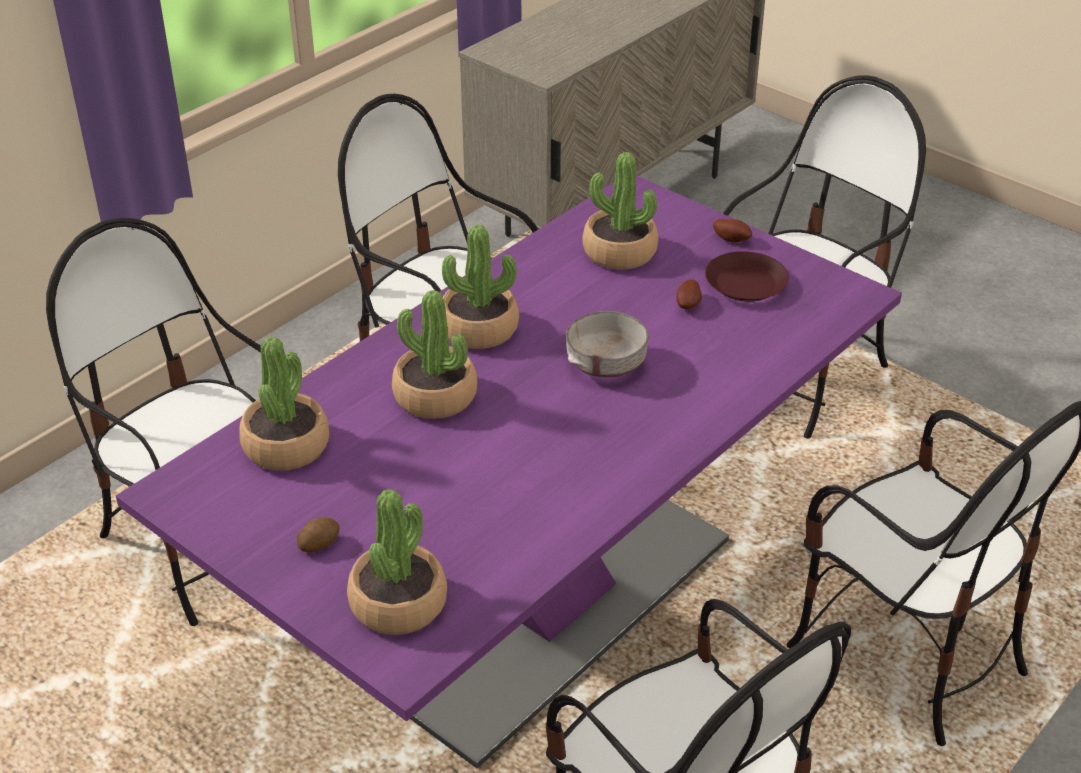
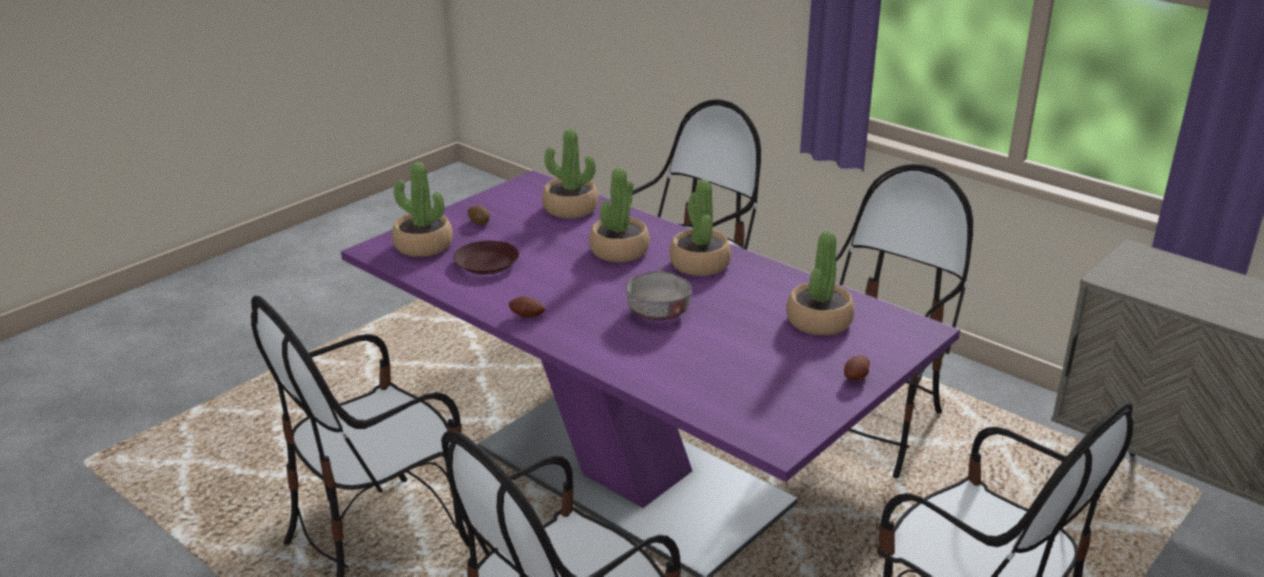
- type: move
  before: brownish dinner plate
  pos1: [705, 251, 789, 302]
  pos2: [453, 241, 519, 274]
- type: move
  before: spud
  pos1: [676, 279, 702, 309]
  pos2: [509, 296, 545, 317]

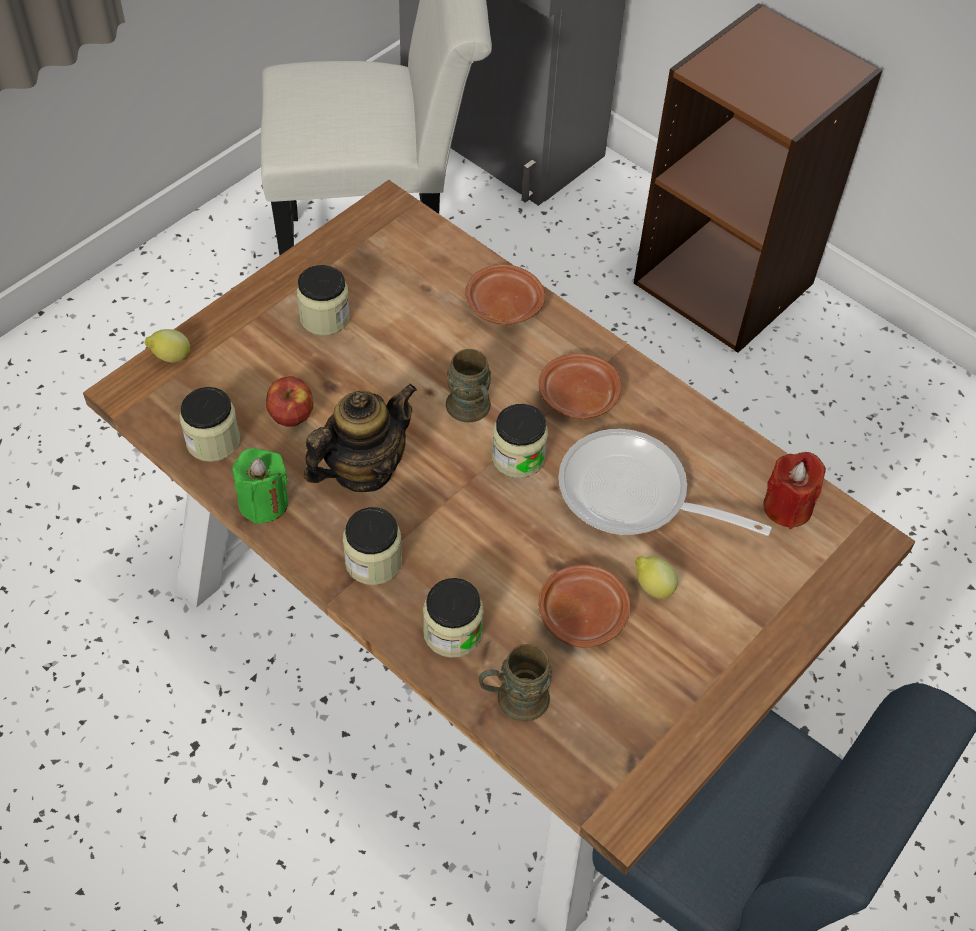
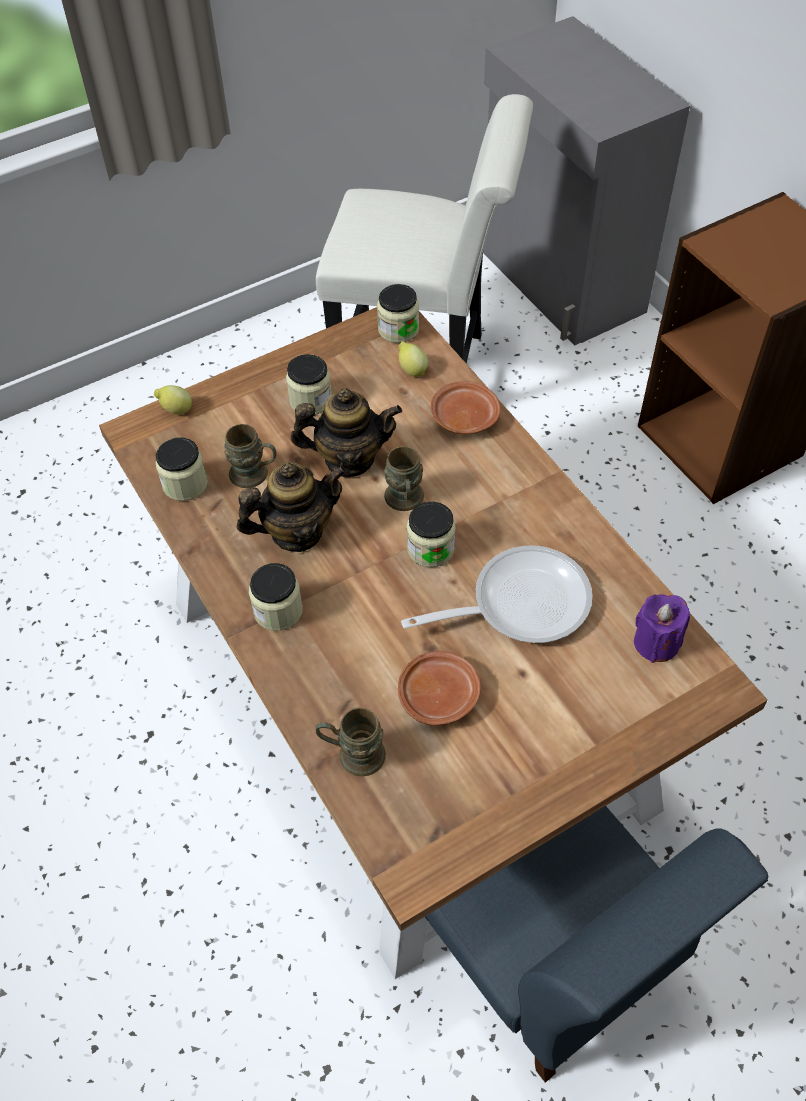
- type: replace
  before: whole apple
  after: brownish mug
  pos1: [266, 376, 314, 427]
  pos2: [224, 424, 276, 488]
- type: insert
  after: teapot
  pos2: [291, 388, 402, 477]
- type: move
  before: preserve jar
  pos1: [423, 578, 484, 658]
  pos2: [377, 284, 419, 343]
- type: move
  before: lemon
  pos1: [635, 556, 678, 599]
  pos2: [398, 341, 428, 377]
- type: rotate
  before: skillet
  pos1: [558, 429, 772, 536]
  pos2: [401, 545, 592, 643]
  turn: 120
- type: recolor
  before: red wax light
  after: purple wax light
  pos1: [763, 452, 826, 529]
  pos2: [634, 594, 690, 663]
- type: delete
  before: green-coloured wax light
  pos1: [232, 448, 288, 524]
- type: delete
  before: brownish dinner plate
  pos1: [538, 353, 621, 419]

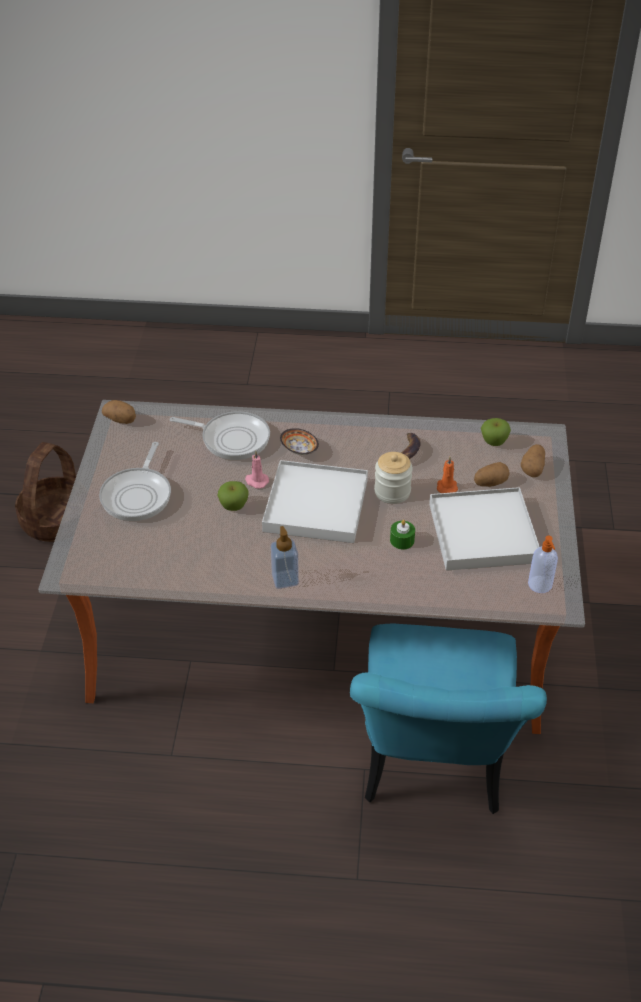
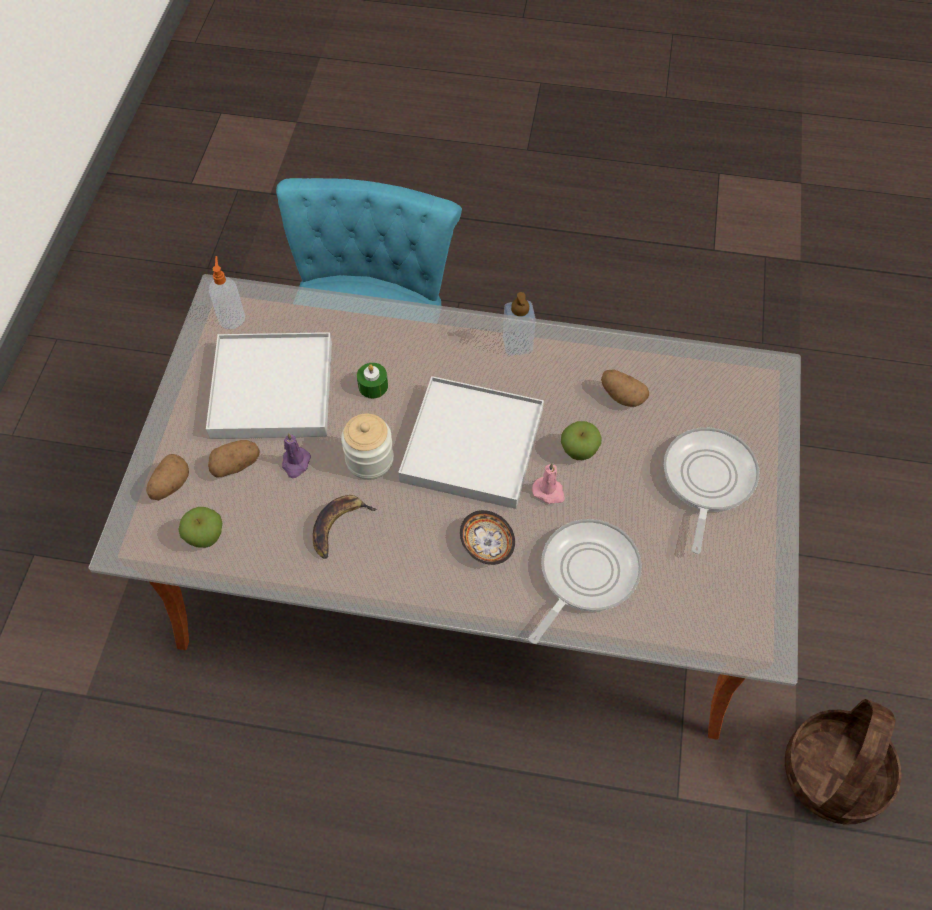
- type: recolor
  before: orangey wax light
  after: purple wax light
  pos1: [437, 457, 458, 493]
  pos2: [282, 433, 311, 478]
- type: rotate
  before: skillet
  pos1: [170, 411, 270, 460]
  pos2: [529, 519, 642, 644]
  turn: 105
- type: move
  before: spud
  pos1: [102, 400, 136, 424]
  pos2: [601, 370, 649, 407]

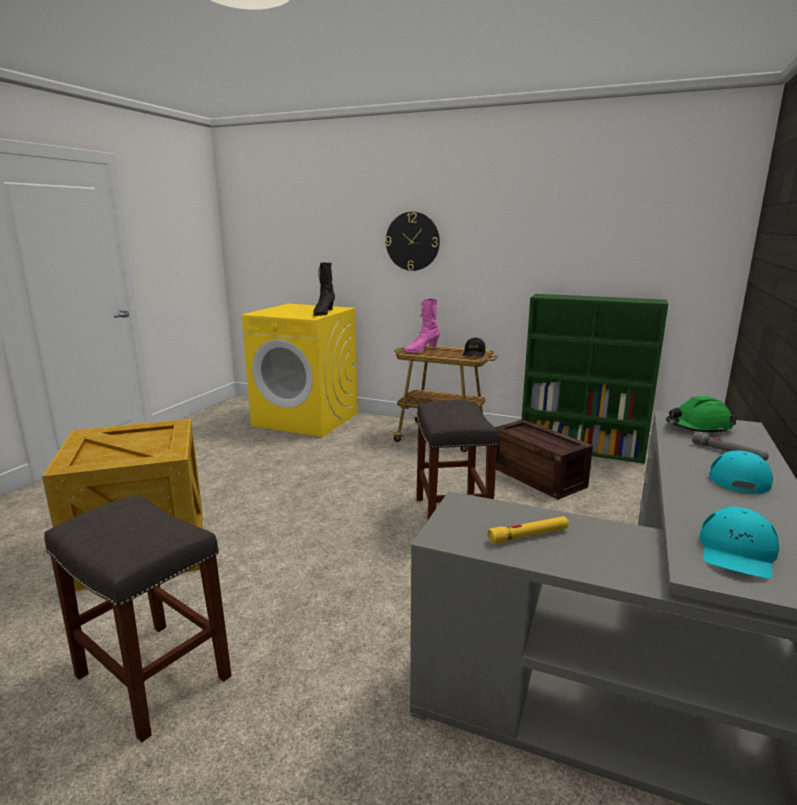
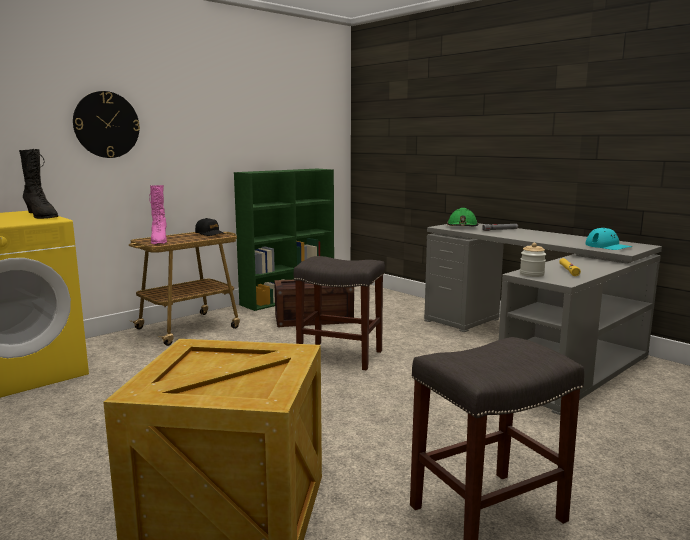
- type: insert
  after: preserve jar
  pos2: [520, 243, 546, 277]
- type: delete
  before: turquoise-coloured cap
  pos1: [709, 451, 773, 494]

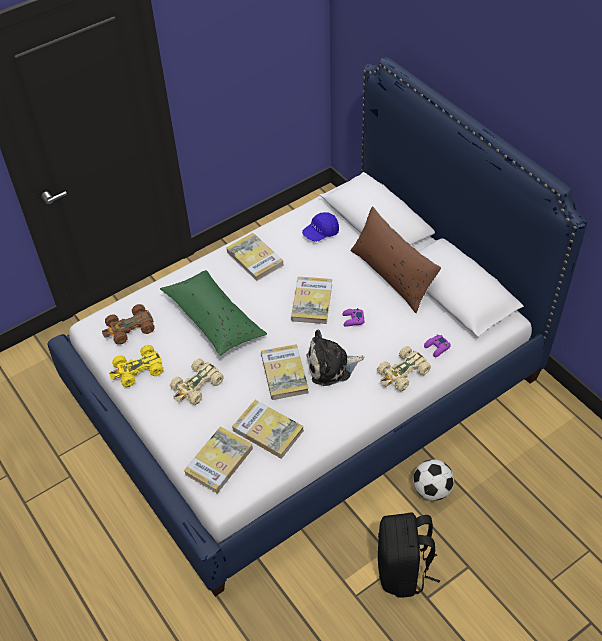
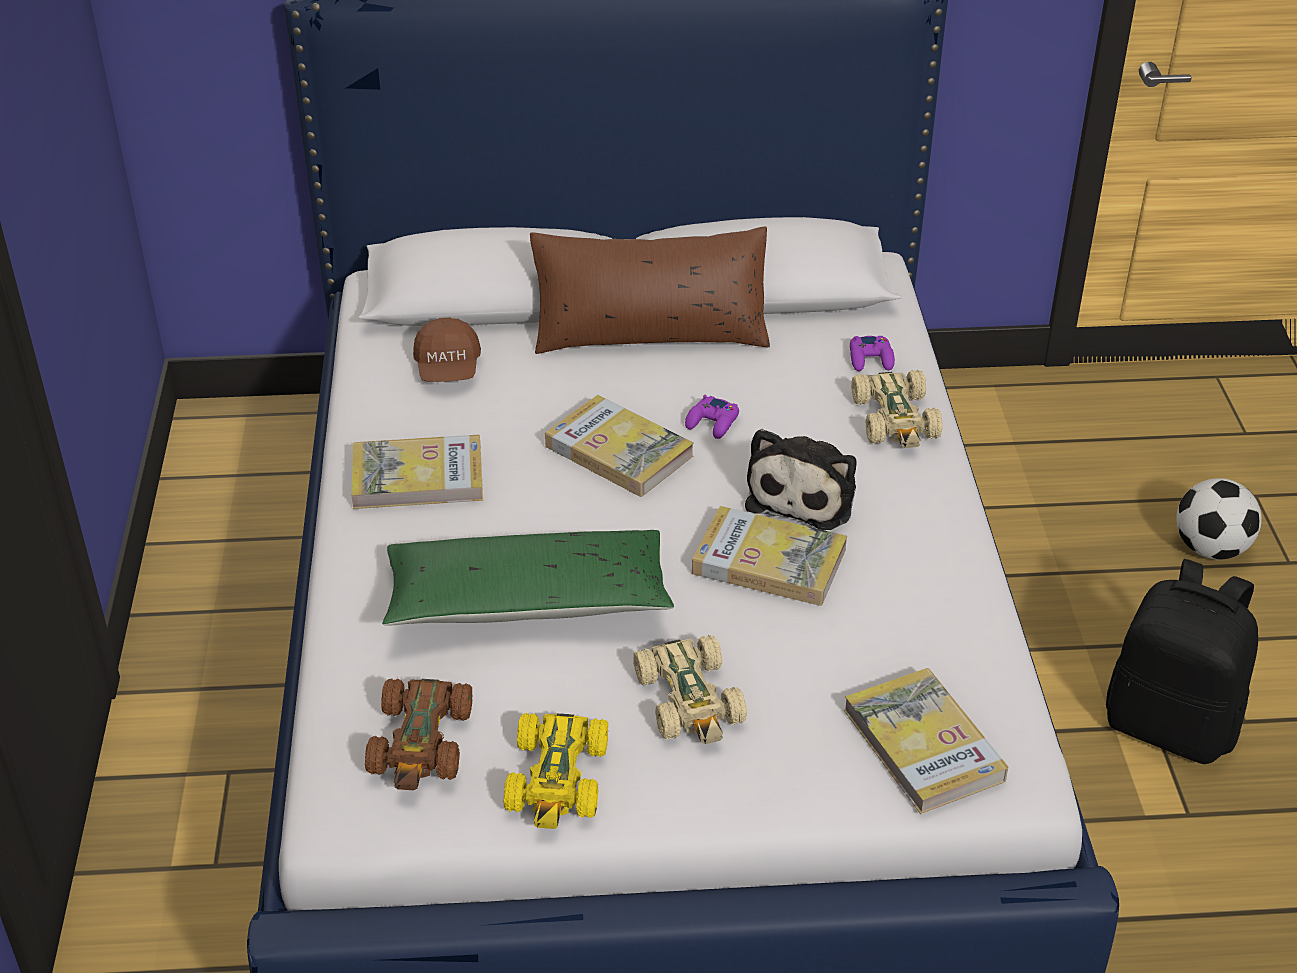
- type: recolor
  before: blue-coloured cap
  after: brownish cap
  pos1: [302, 212, 339, 242]
  pos2: [413, 317, 481, 382]
- type: move
  before: ball for football
  pos1: [413, 459, 454, 501]
  pos2: [1176, 478, 1262, 559]
- type: delete
  before: book
  pos1: [232, 400, 304, 459]

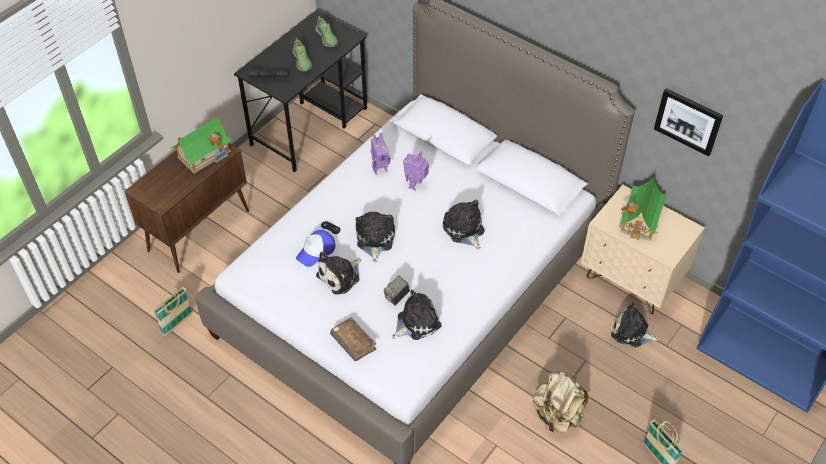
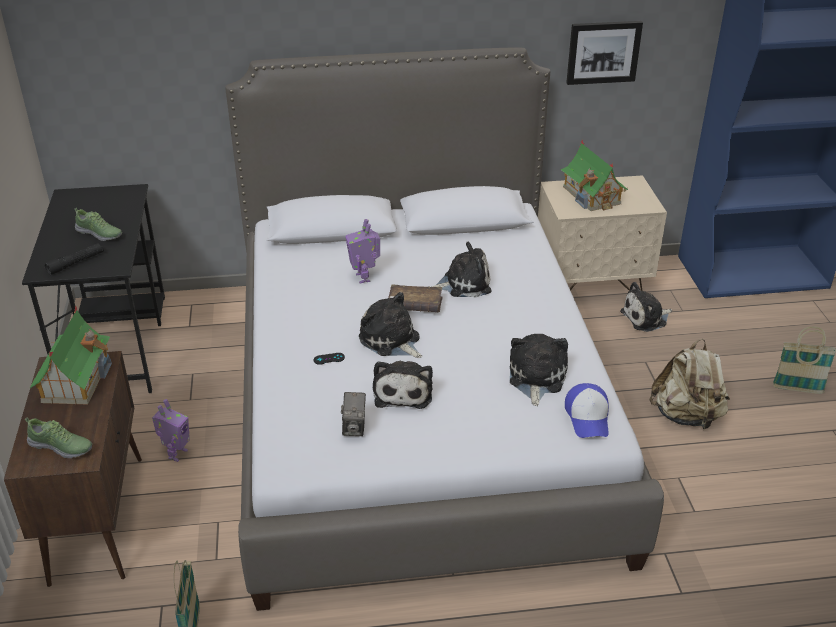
- type: move
  before: low shoe
  pos1: [315, 16, 338, 47]
  pos2: [25, 417, 92, 458]
- type: move
  before: toy robot
  pos1: [370, 133, 390, 175]
  pos2: [152, 399, 190, 462]
- type: move
  before: photo camera
  pos1: [384, 275, 410, 305]
  pos2: [341, 392, 366, 436]
- type: move
  before: brownish book
  pos1: [330, 317, 376, 361]
  pos2: [388, 284, 443, 312]
- type: rotate
  before: soft toy
  pos1: [443, 200, 485, 249]
  pos2: [431, 242, 491, 298]
  turn: 150
- type: move
  before: cap
  pos1: [296, 230, 336, 267]
  pos2: [565, 383, 609, 438]

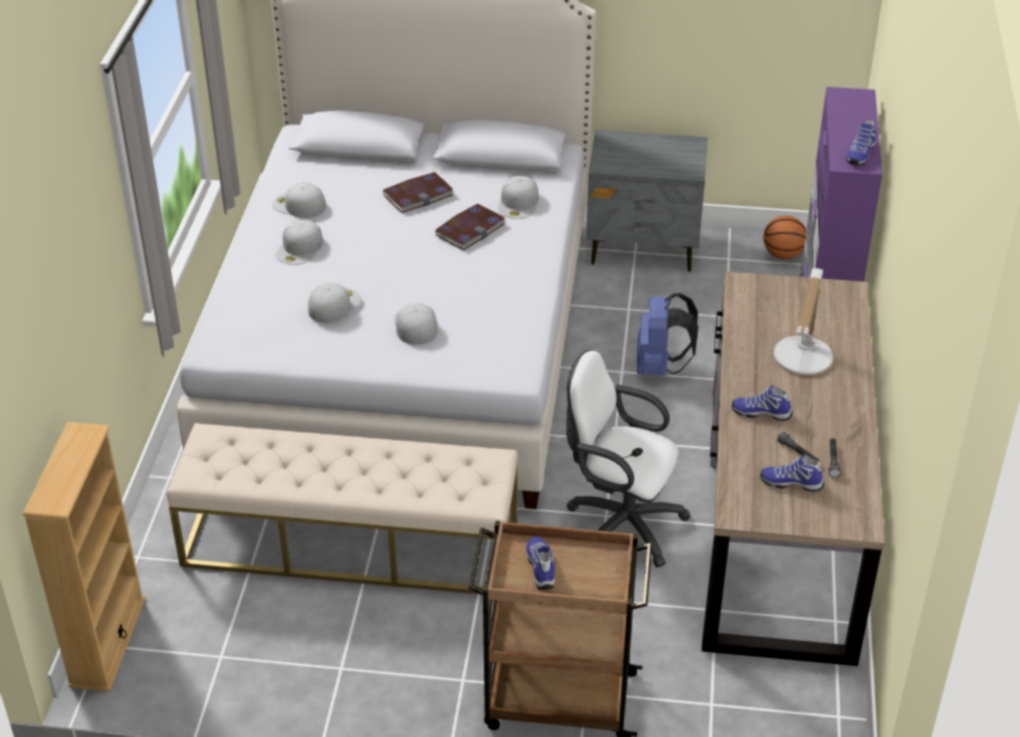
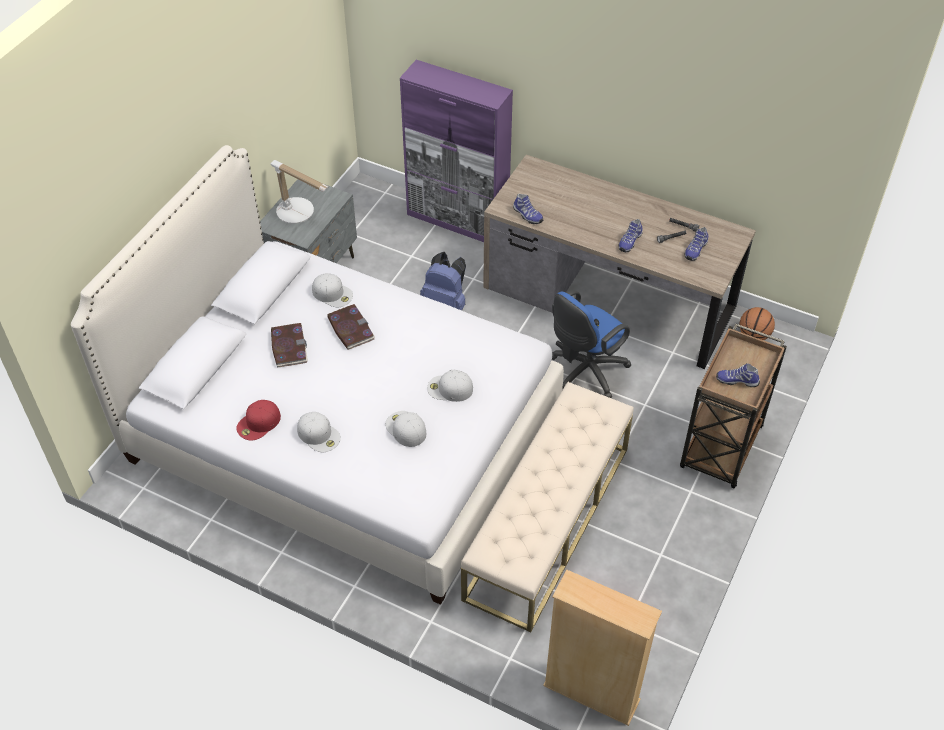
- type: recolor
  before: whitish cap
  after: red cap
  pos1: [272, 182, 326, 218]
  pos2: [236, 400, 281, 441]
- type: move
  before: table lamp
  pos1: [774, 268, 833, 375]
  pos2: [271, 160, 329, 224]
- type: move
  before: low shoe
  pos1: [846, 120, 877, 166]
  pos2: [513, 194, 543, 224]
- type: recolor
  before: whitish office chair
  after: blue-coloured office chair
  pos1: [566, 350, 690, 568]
  pos2: [552, 290, 632, 398]
- type: move
  before: basketball
  pos1: [763, 216, 806, 259]
  pos2: [740, 307, 775, 340]

